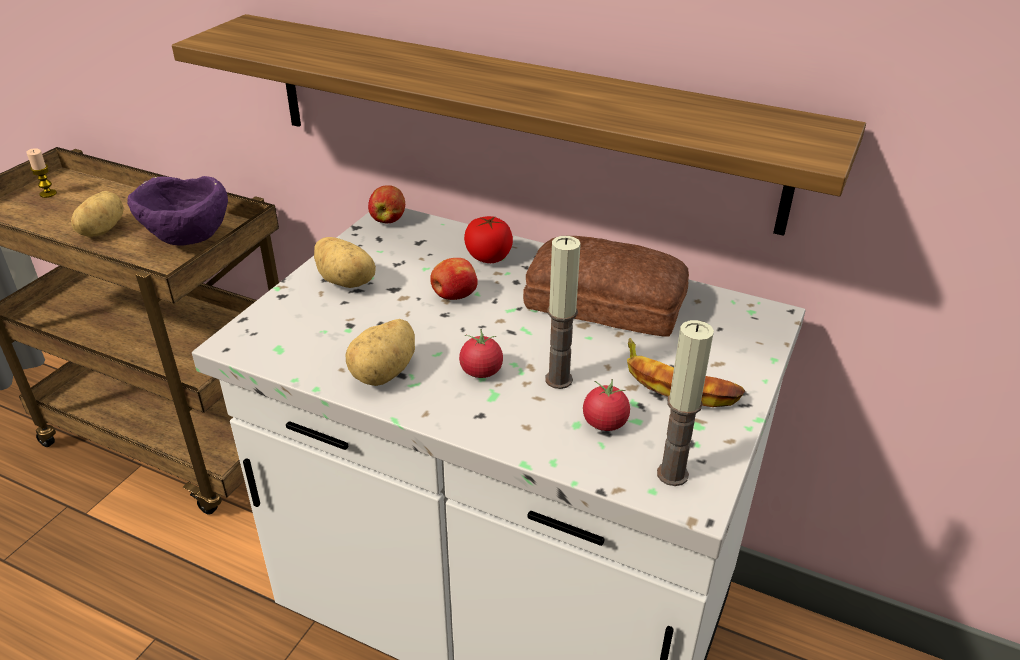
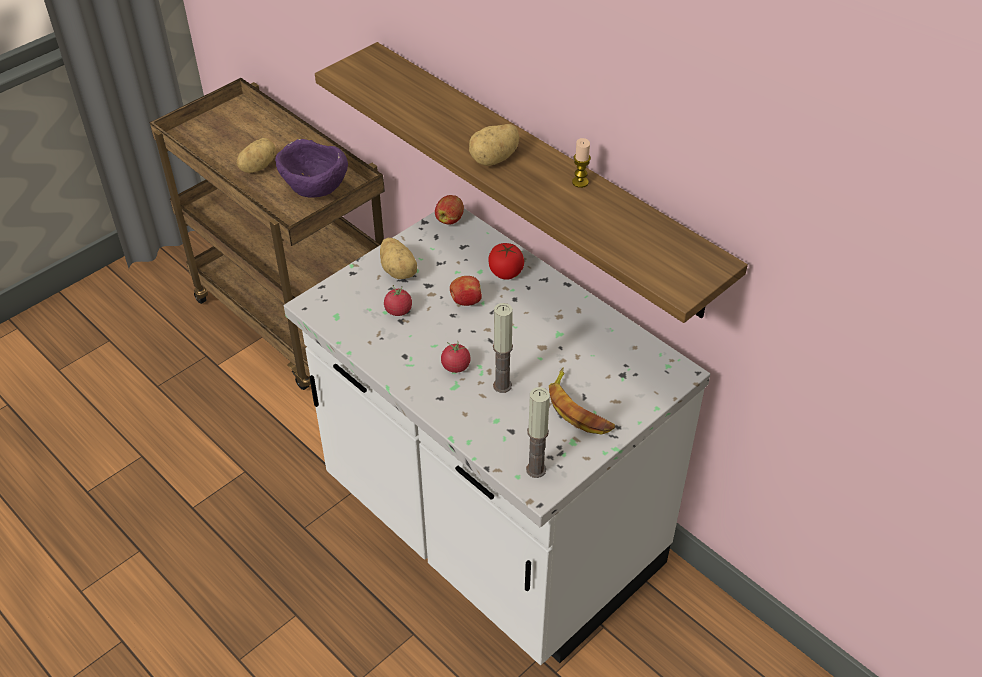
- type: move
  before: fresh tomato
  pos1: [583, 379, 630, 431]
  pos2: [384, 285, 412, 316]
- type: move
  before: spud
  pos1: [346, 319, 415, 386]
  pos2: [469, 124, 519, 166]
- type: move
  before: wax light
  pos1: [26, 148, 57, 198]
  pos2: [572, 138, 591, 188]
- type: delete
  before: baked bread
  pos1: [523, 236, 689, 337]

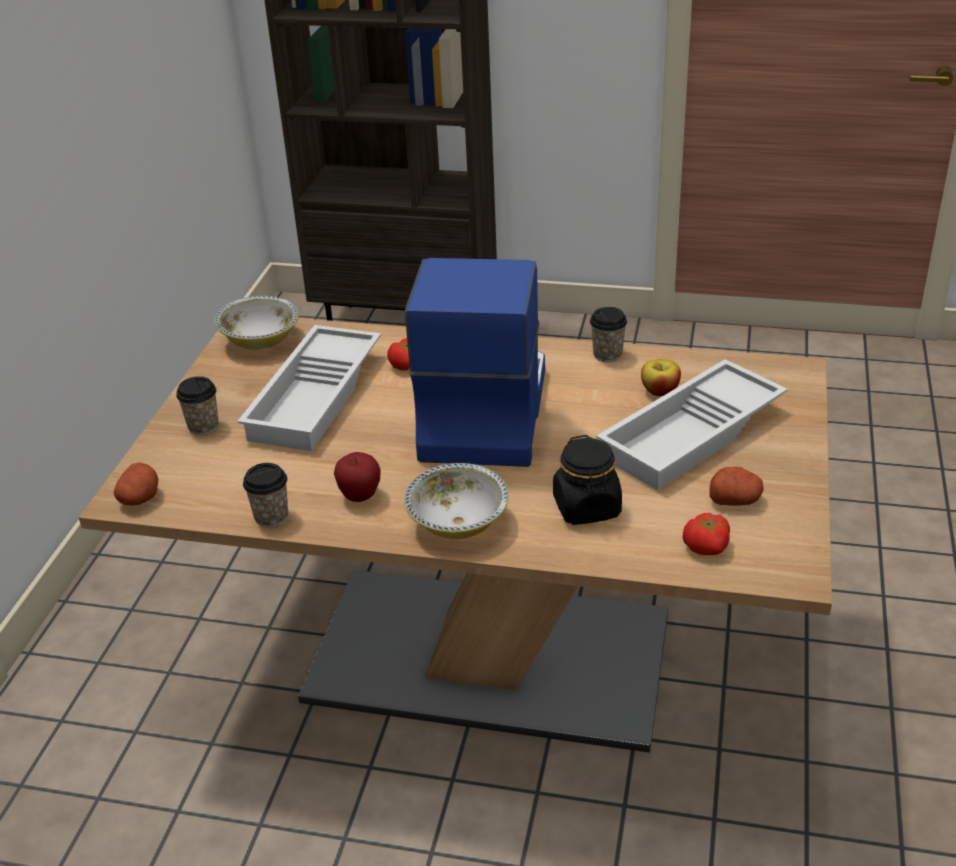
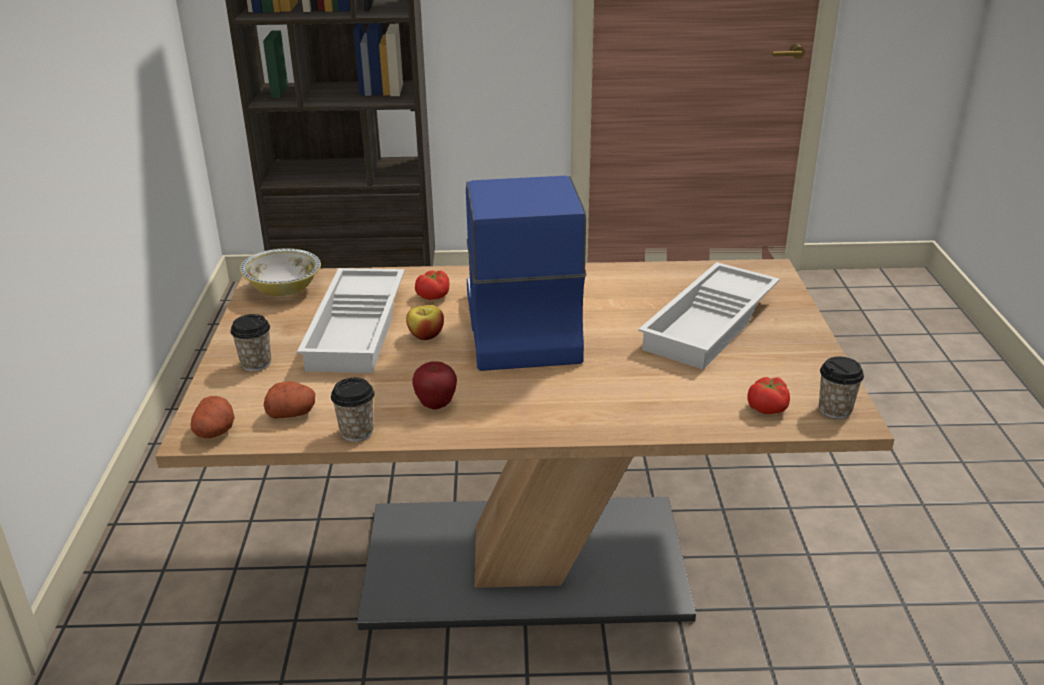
- type: move
  before: spud
  pos1: [709, 466, 764, 506]
  pos2: [264, 381, 315, 419]
- type: move
  before: whole apple
  pos1: [641, 359, 681, 396]
  pos2: [406, 305, 444, 340]
- type: move
  before: drinking cup
  pos1: [590, 307, 627, 362]
  pos2: [819, 356, 864, 419]
- type: delete
  before: bowl
  pos1: [404, 463, 509, 539]
- type: delete
  before: blackish preserve jar
  pos1: [553, 435, 622, 525]

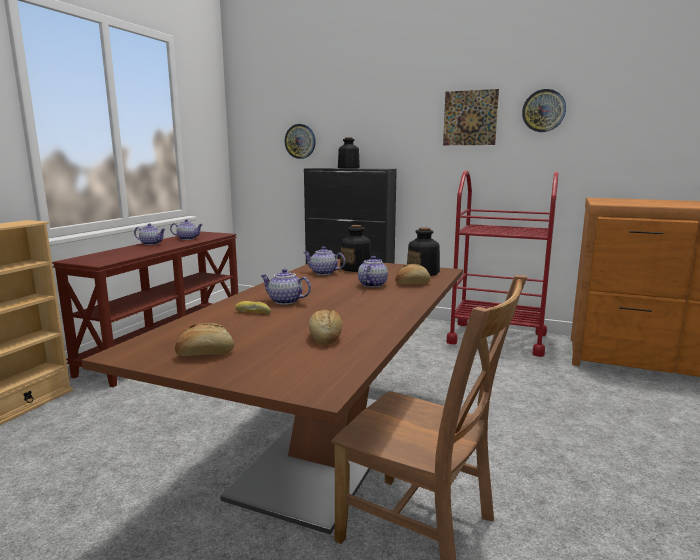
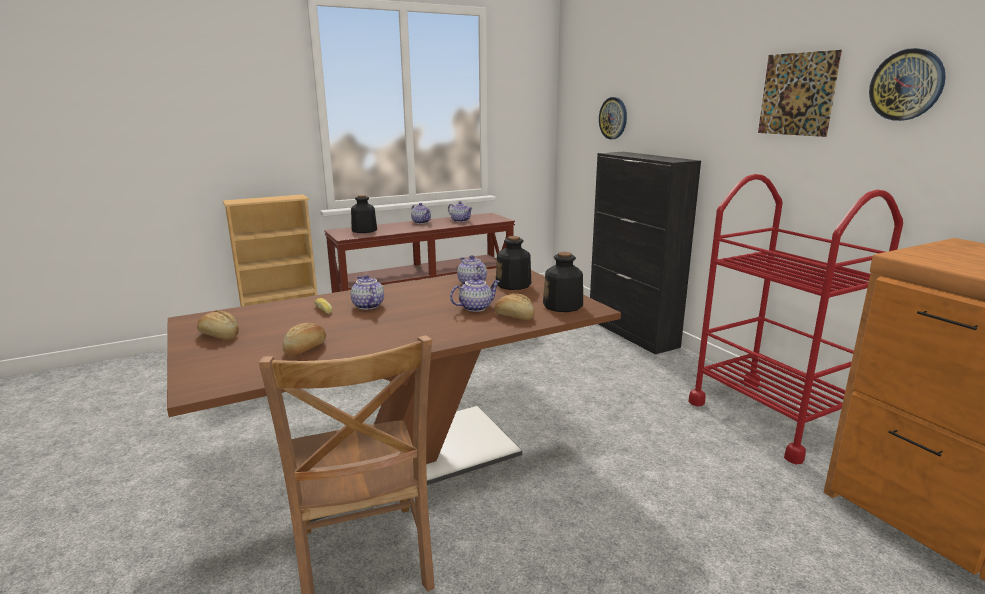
- type: move
  before: beverage bottle
  pos1: [338, 137, 360, 169]
  pos2: [351, 195, 377, 233]

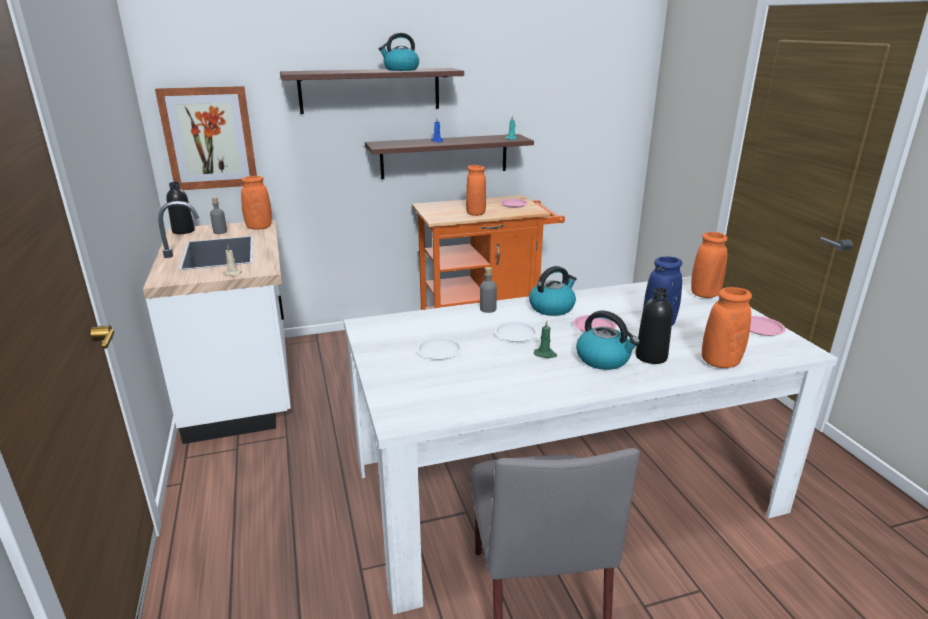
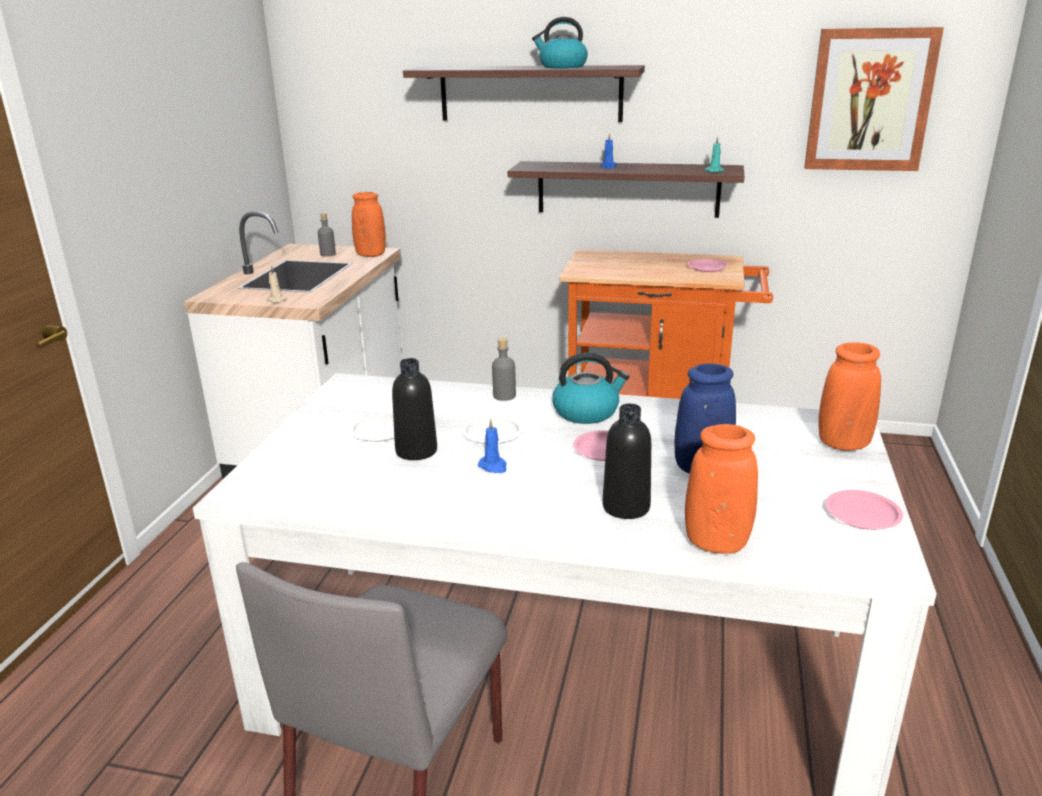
- type: move
  before: blackish beverage bottle
  pos1: [166, 182, 195, 234]
  pos2: [392, 358, 437, 460]
- type: recolor
  before: green-coloured wax light
  after: blue-coloured wax light
  pos1: [534, 321, 557, 358]
  pos2: [477, 419, 507, 473]
- type: move
  before: picture
  pos1: [155, 86, 257, 190]
  pos2: [804, 27, 944, 171]
- type: delete
  before: orangey flower vase
  pos1: [466, 165, 486, 216]
- type: delete
  before: kettle
  pos1: [576, 311, 640, 370]

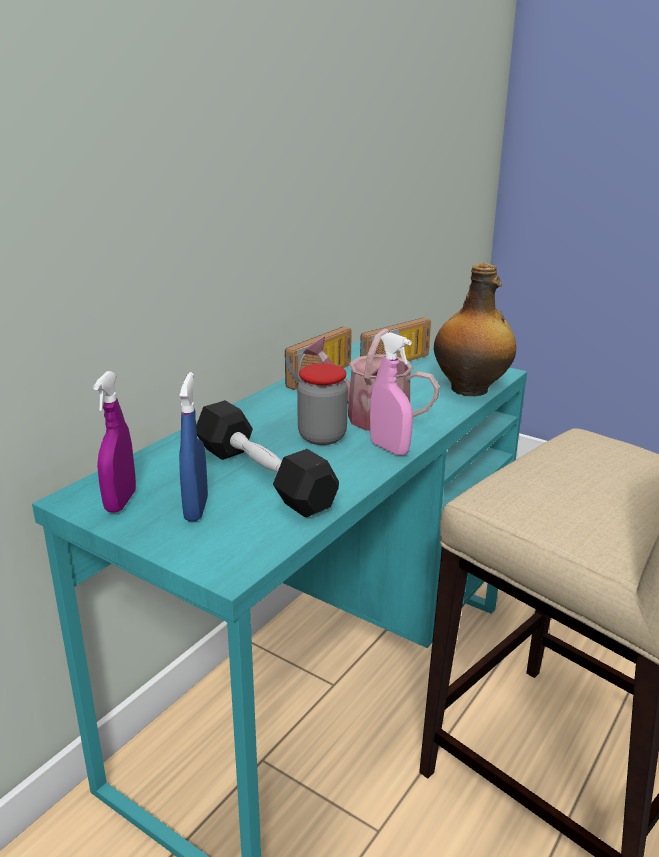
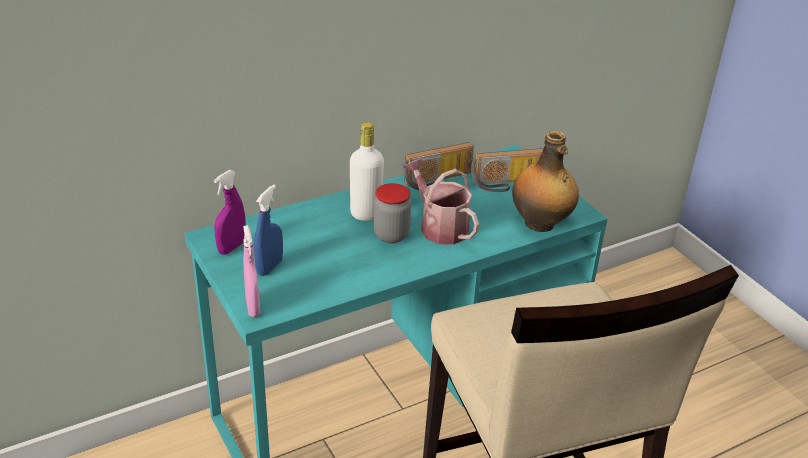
- type: move
  before: pink sprayer
  pos1: [370, 332, 413, 456]
  pos2: [243, 225, 260, 317]
- type: insert
  after: whitish beverage bottle
  pos2: [350, 122, 384, 221]
- type: delete
  before: blackish free weight
  pos1: [196, 400, 339, 517]

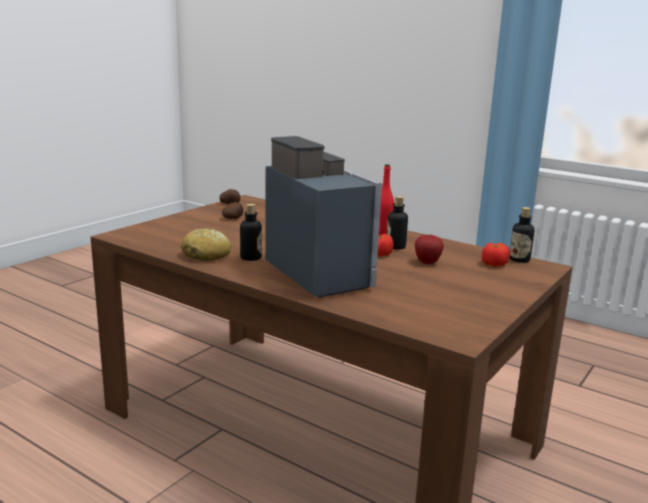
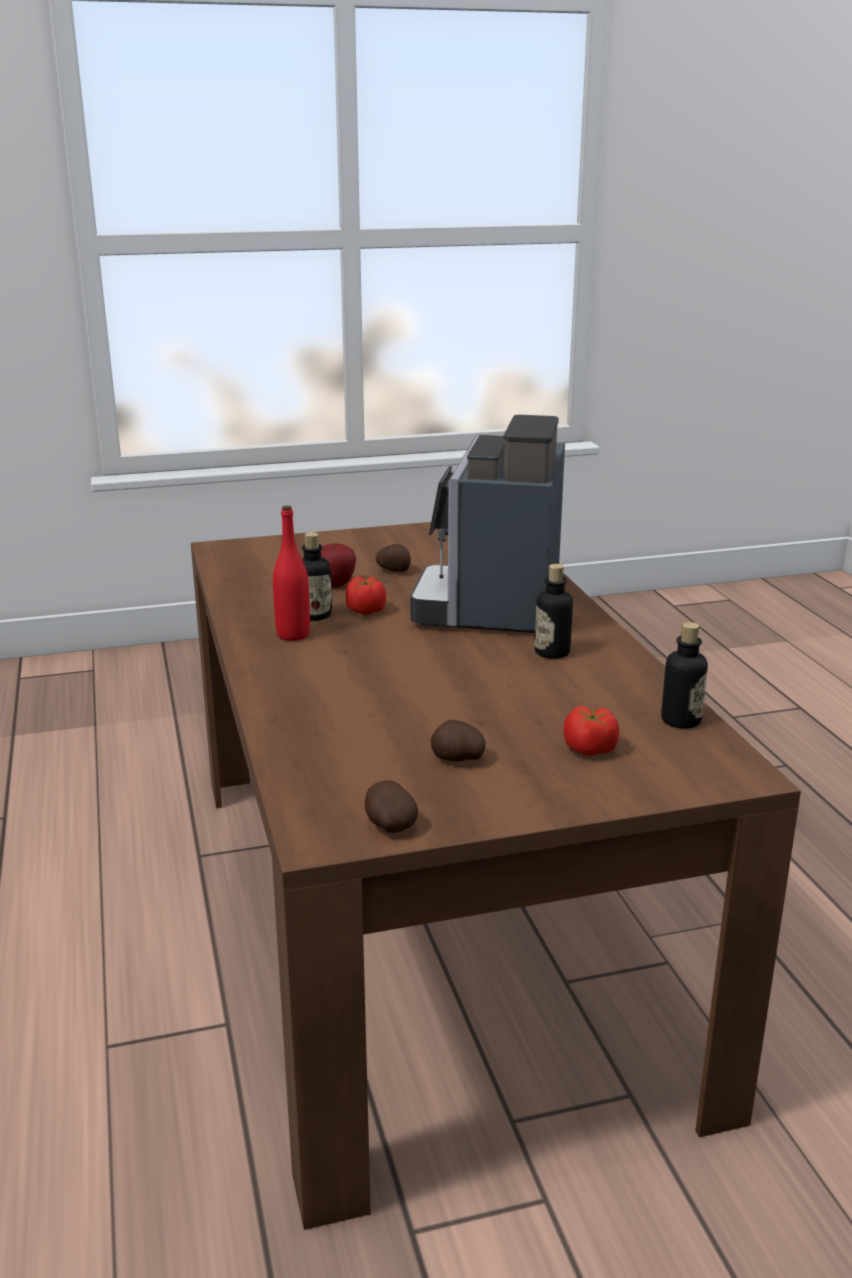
- type: insert
  after: spud
  pos2: [376, 544, 411, 572]
- type: move
  before: fresh tomato
  pos1: [482, 243, 510, 267]
  pos2: [563, 706, 619, 756]
- type: move
  before: beverage bottle
  pos1: [509, 207, 535, 263]
  pos2: [661, 622, 708, 729]
- type: delete
  before: baked bread
  pos1: [181, 228, 231, 261]

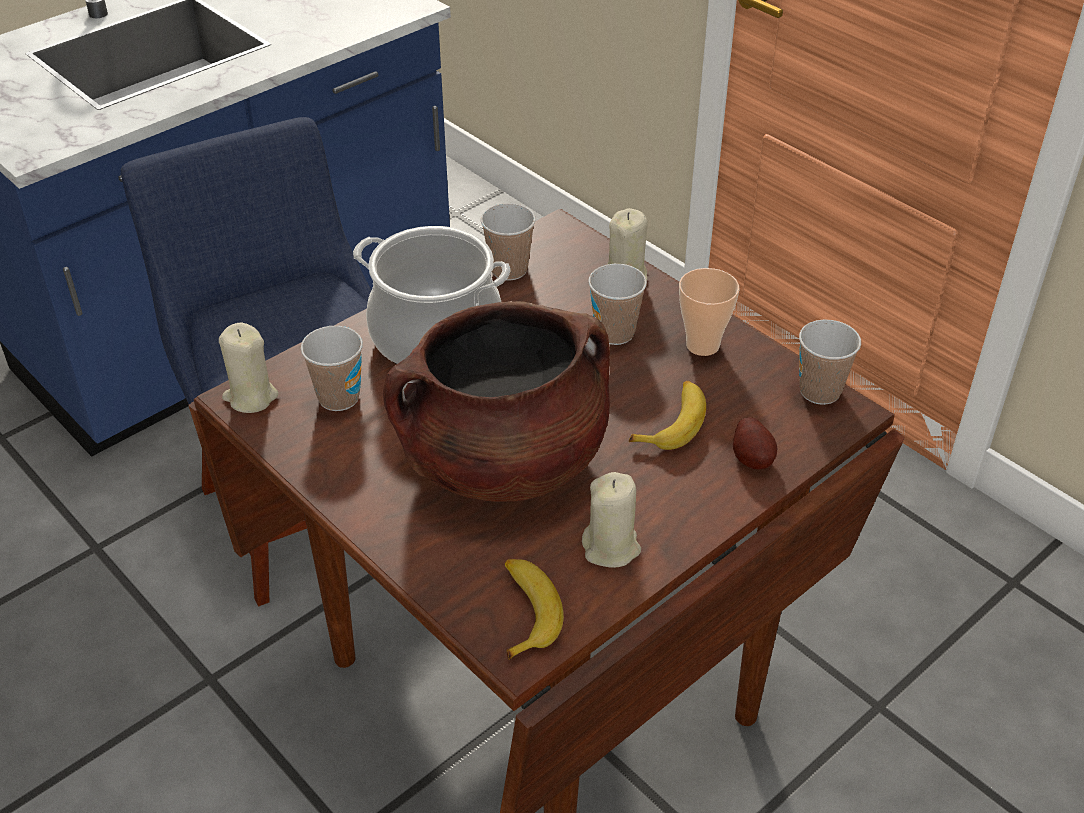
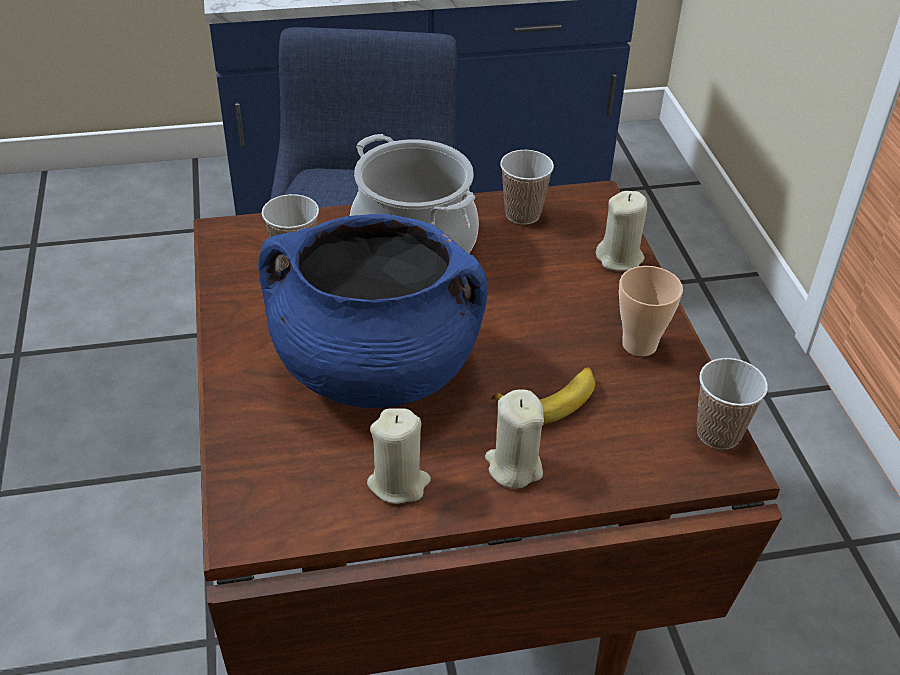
- type: recolor
  before: brownish stockpot
  after: blue-coloured stockpot
  pos1: [383, 301, 610, 502]
  pos2: [258, 214, 488, 408]
- type: move
  before: beige-coloured wax light
  pos1: [219, 322, 278, 413]
  pos2: [485, 389, 544, 489]
- type: delete
  before: whole banana
  pos1: [505, 558, 564, 660]
- type: delete
  before: drinking cup
  pos1: [588, 264, 647, 345]
- type: delete
  before: spud
  pos1: [733, 417, 777, 470]

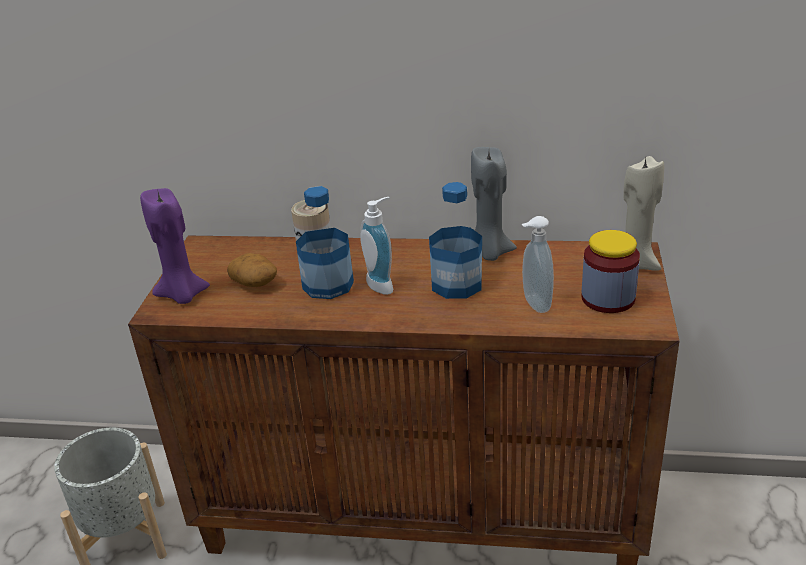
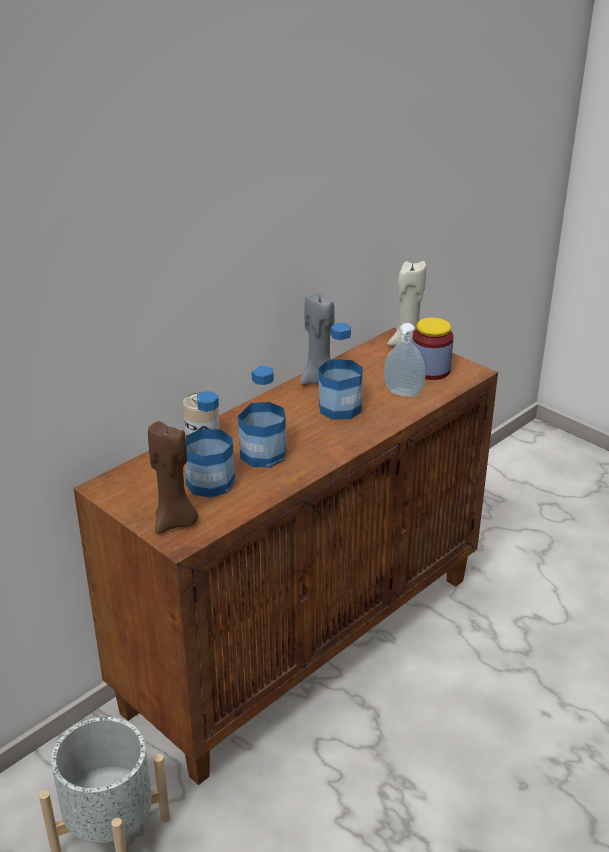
- type: recolor
  before: purple wax light
  after: brownish wax light
  pos1: [140, 188, 210, 304]
  pos2: [148, 421, 198, 534]
- type: replace
  before: spud
  after: beverage bottle
  pos1: [227, 253, 277, 287]
  pos2: [185, 391, 235, 498]
- type: delete
  before: soap bottle
  pos1: [360, 197, 393, 295]

